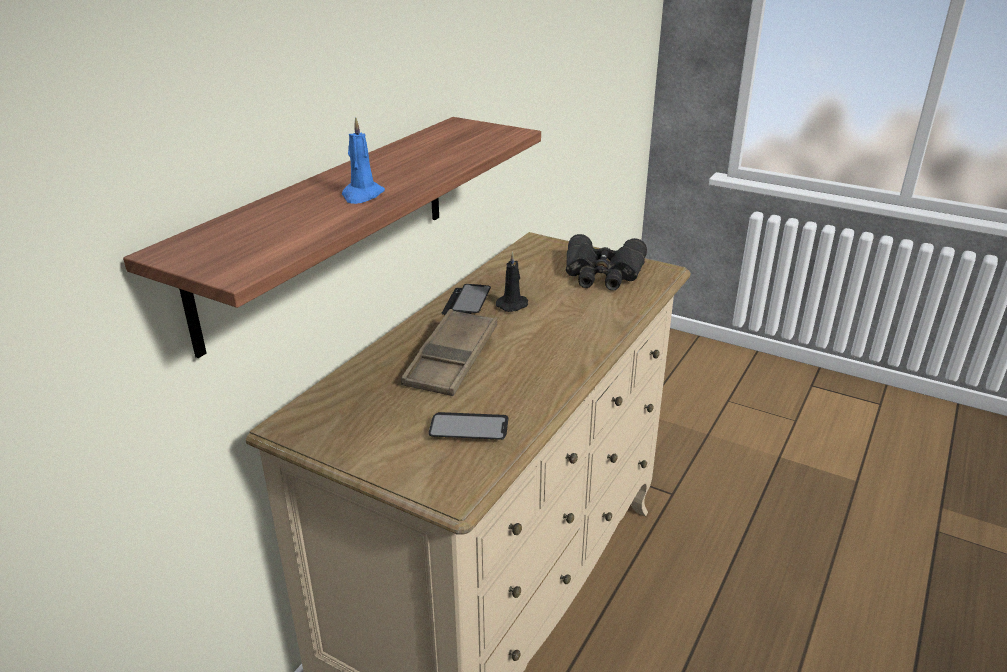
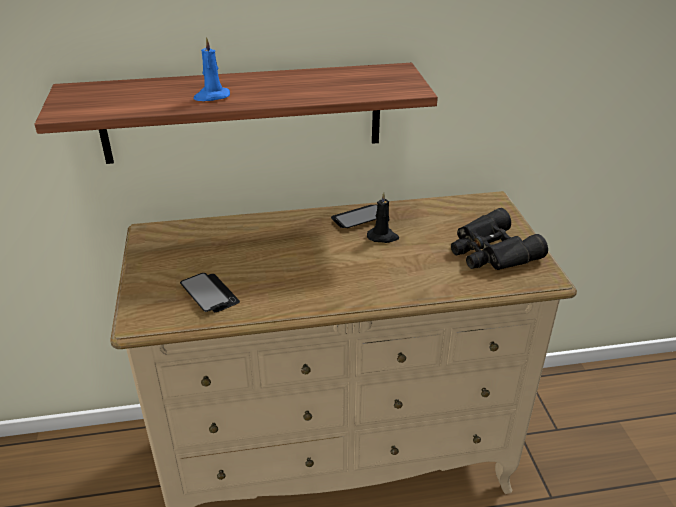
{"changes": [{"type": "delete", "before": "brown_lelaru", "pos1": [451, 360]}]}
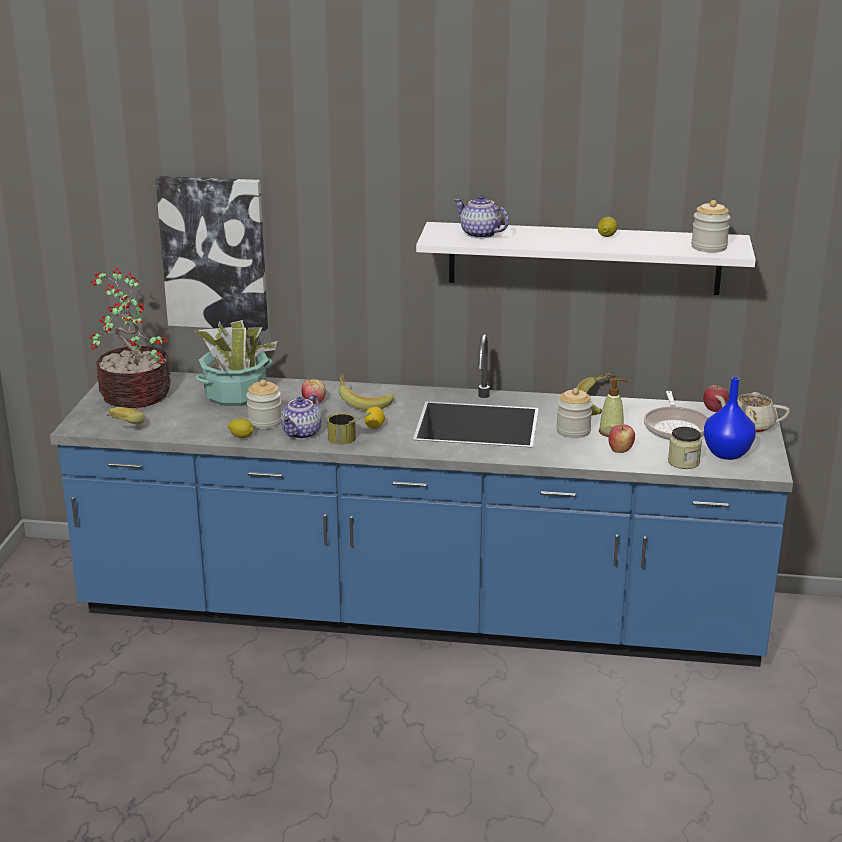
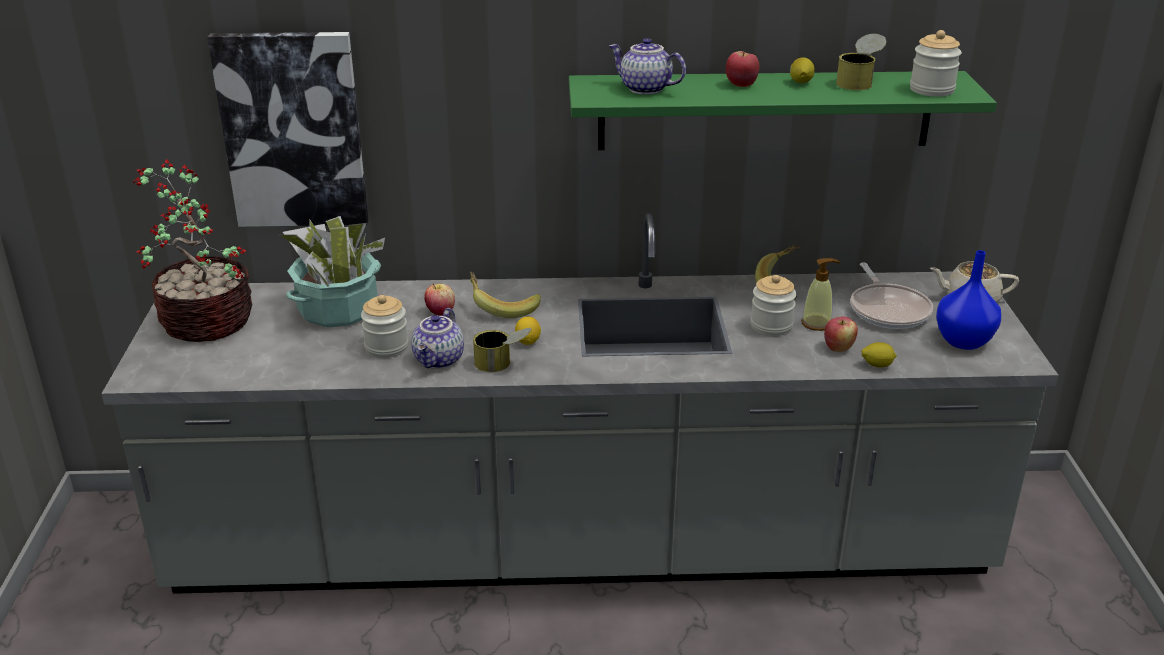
{"changes": [{"type": "recolor", "before": "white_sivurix", "after": "green_sivurix", "pos1": [584, 258], "pos2": [765, 110]}, {"type": "recolor", "before": "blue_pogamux", "after": "grey_pogamux", "pos1": [421, 612], "pos2": [582, 544]}, {"type": "move", "before": "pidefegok", "pos1": [715, 410], "pos2": [741, 85]}, {"type": "delete", "before": "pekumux", "pos1": [119, 428]}, {"type": "move", "before": "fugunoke", "pos1": [241, 437], "pos2": [877, 365]}, {"type": "delete", "before": "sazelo", "pos1": [683, 462]}, {"type": "insert", "after": "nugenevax", "pos2": [859, 81]}]}
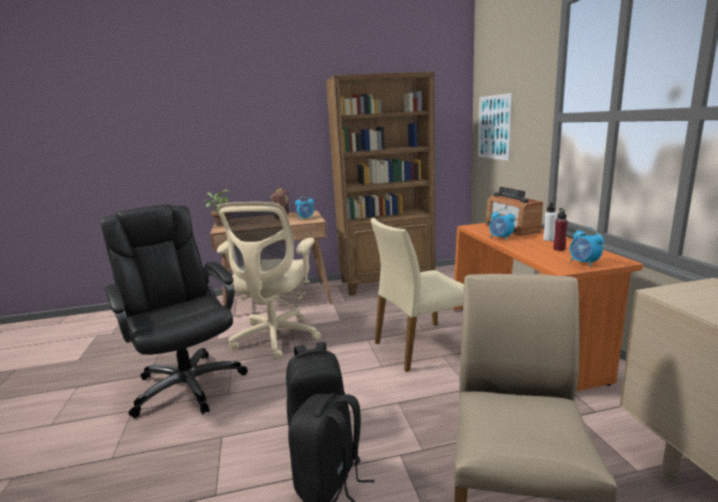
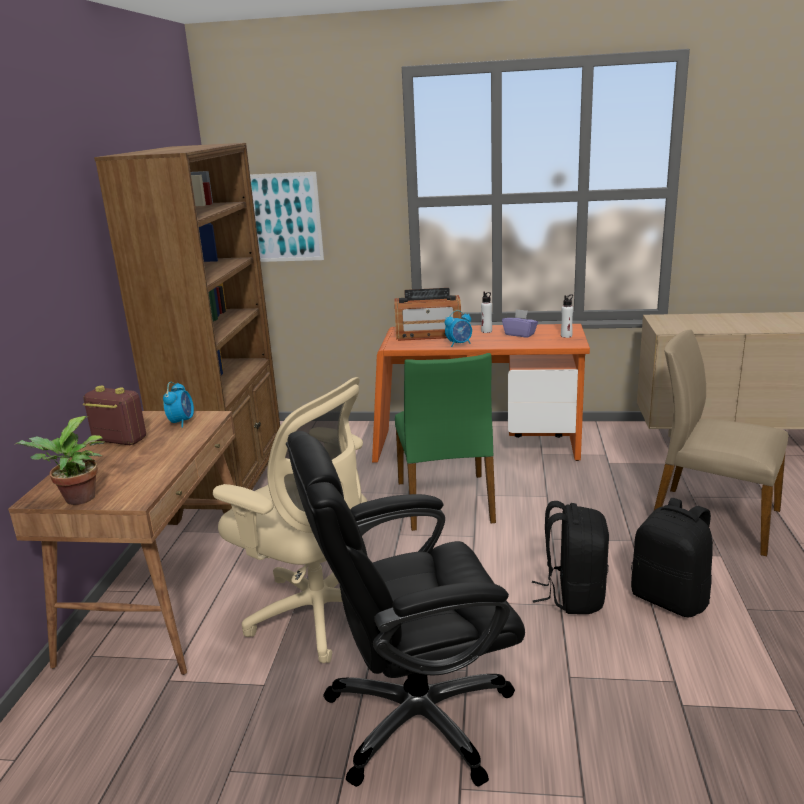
{"changes": [{"type": "replace", "before": "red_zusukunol", "after": "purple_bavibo", "pos1": [559, 249], "pos2": [520, 334]}, {"type": "recolor", "before": "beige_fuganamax", "after": "green_fuganamax", "pos1": [422, 346], "pos2": [446, 502]}, {"type": "replace", "before": "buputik", "after": "white_zusukunol", "pos1": [584, 263], "pos2": [566, 336]}]}
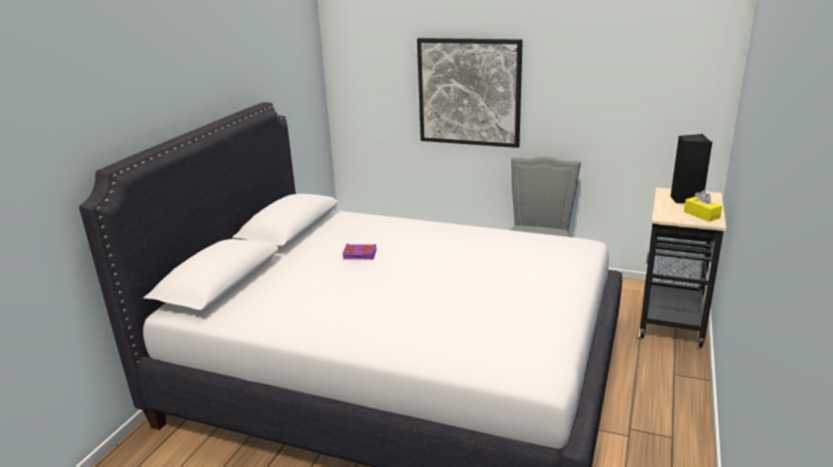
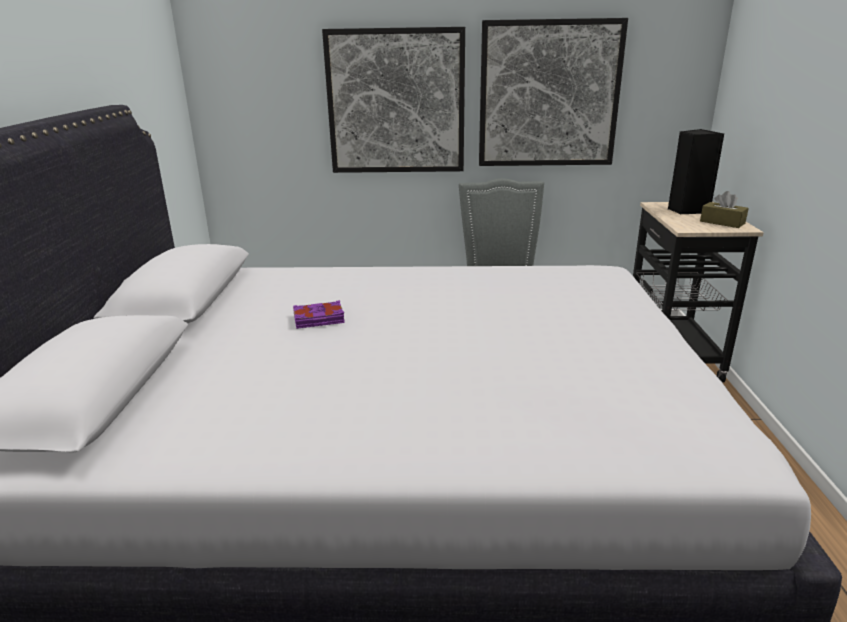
{"changes": [{"type": "recolor", "before": "yellow_bavibo", "after": "brown_bavibo", "pos1": [701, 215], "pos2": [722, 222]}, {"type": "insert", "after": "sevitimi", "pos2": [549, 94]}]}
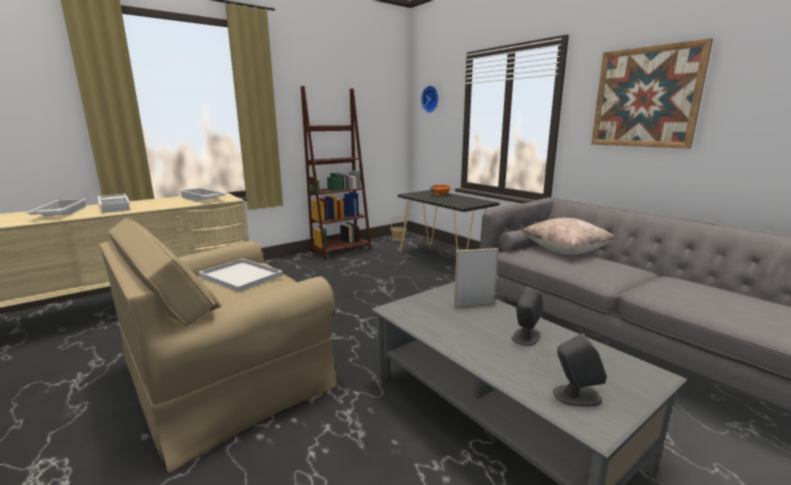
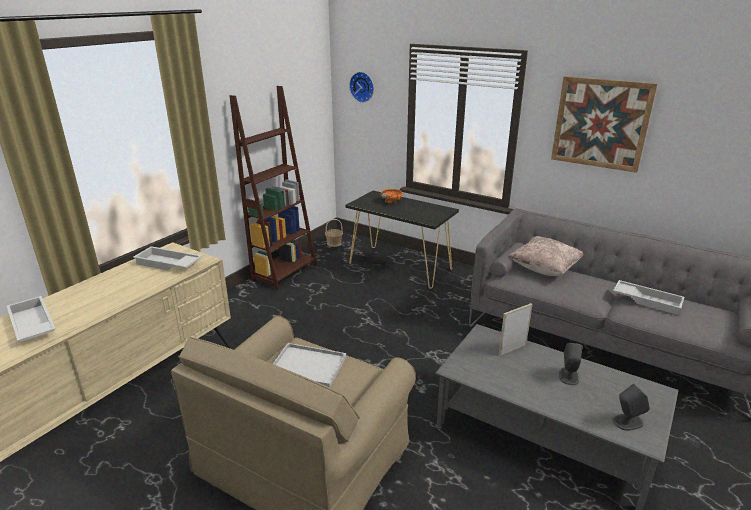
{"changes": [{"type": "move", "before": "white_lelaru", "pos1": [116, 206], "pos2": [647, 300]}]}
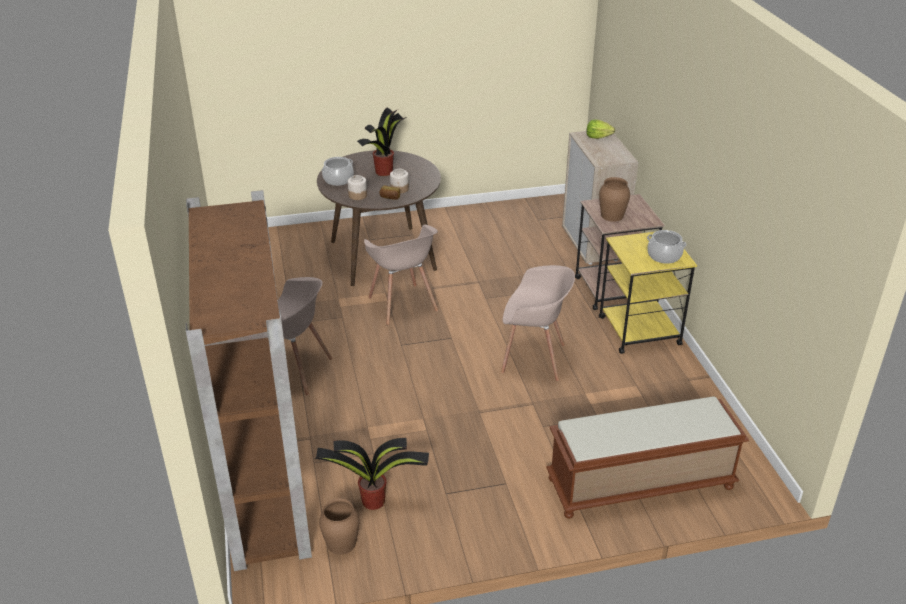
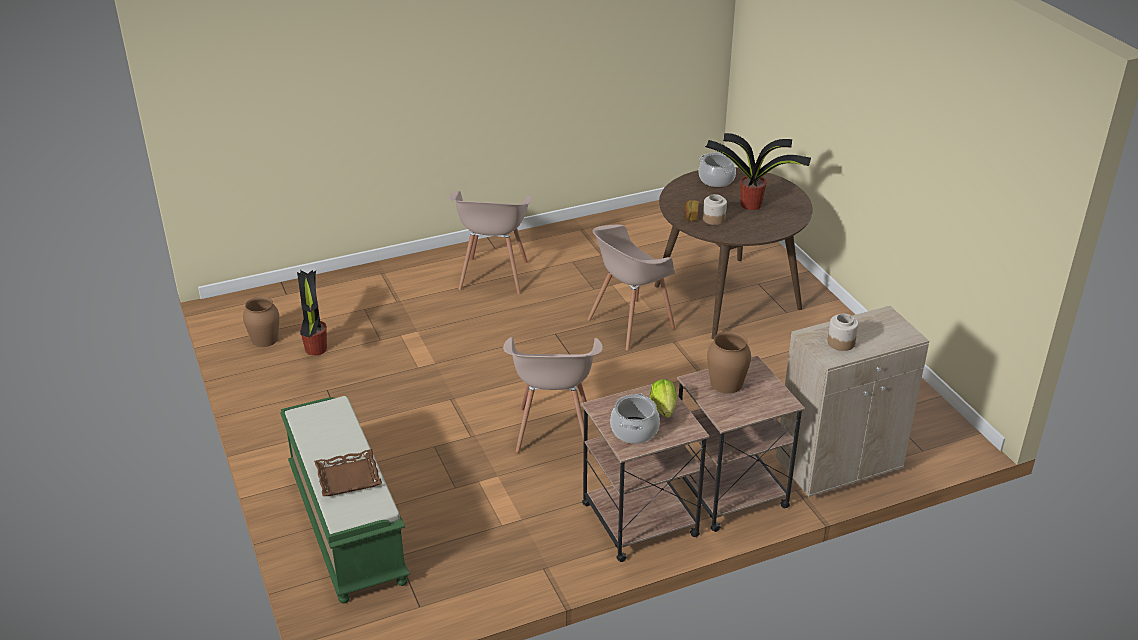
{"changes": [{"type": "move", "before": "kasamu", "pos1": [598, 137], "pos2": [664, 409]}, {"type": "move", "before": "sazelo", "pos1": [357, 195], "pos2": [841, 342]}, {"type": "delete", "before": "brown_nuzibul", "pos1": [265, 483]}, {"type": "recolor", "before": "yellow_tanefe", "after": "brown_tanefe", "pos1": [639, 332], "pos2": [638, 521]}, {"type": "recolor", "before": "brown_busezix", "after": "green_busezix", "pos1": [639, 484], "pos2": [345, 524]}, {"type": "insert", "after": "brown_lelaru", "pos2": [348, 477]}]}
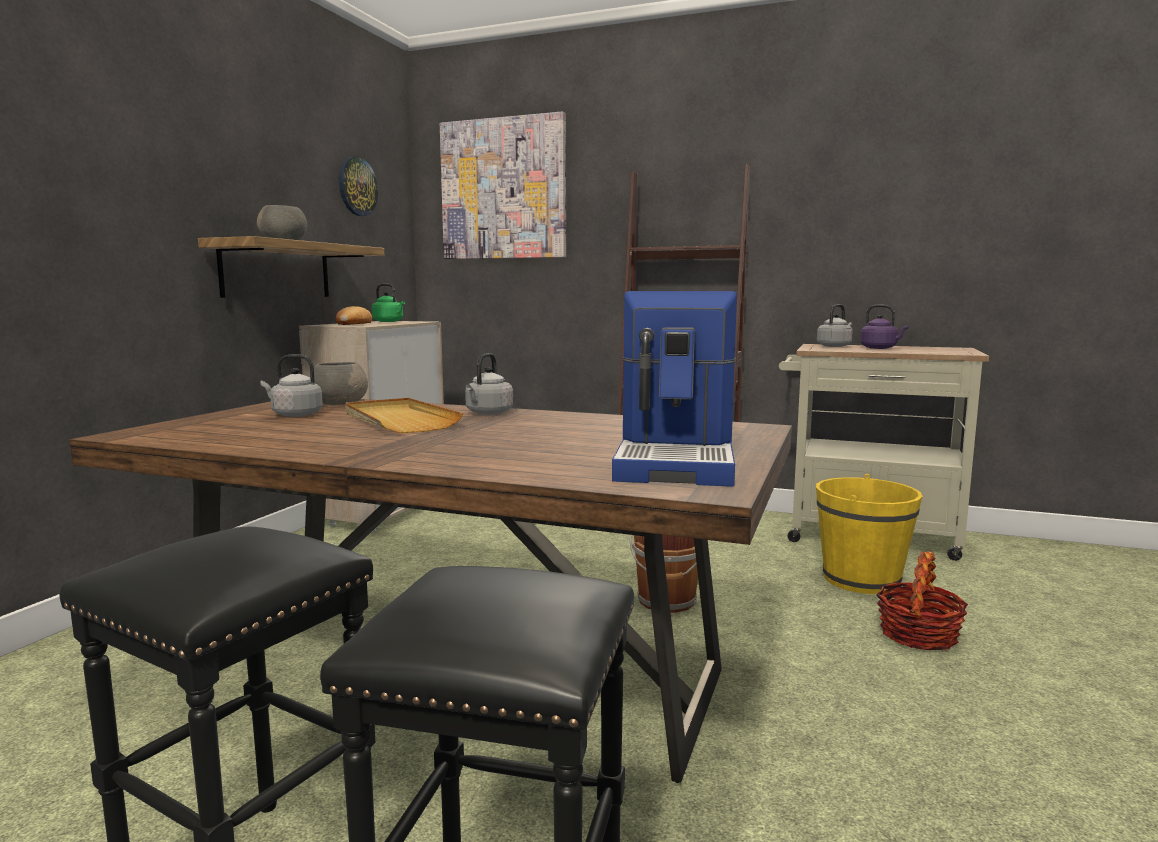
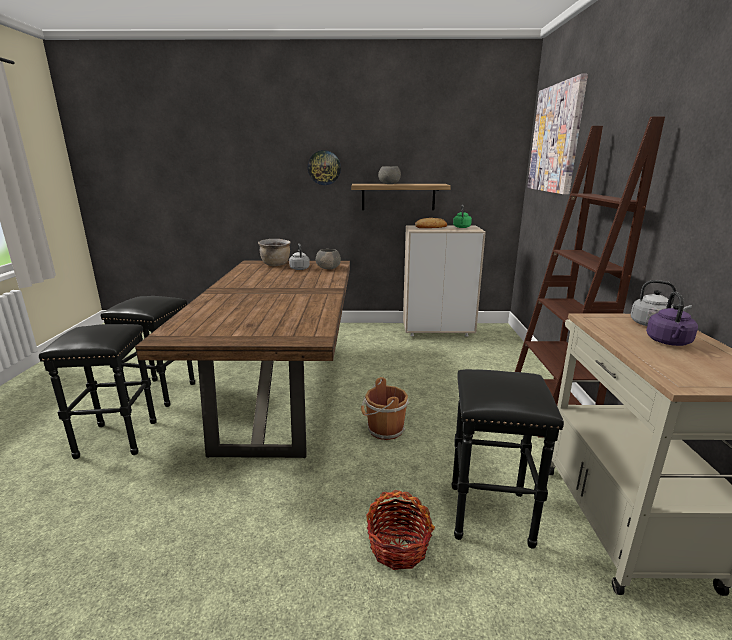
{"changes": [{"type": "move", "before": "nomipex", "pos1": [357, 186], "pos2": [324, 167]}, {"type": "delete", "before": "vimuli", "pos1": [679, 460]}, {"type": "delete", "before": "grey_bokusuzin", "pos1": [488, 413]}, {"type": "delete", "before": "beige_lelaru", "pos1": [398, 420]}, {"type": "replace", "before": "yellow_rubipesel", "after": "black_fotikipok", "pos1": [861, 579], "pos2": [492, 515]}, {"type": "insert", "after": "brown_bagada", "pos2": [276, 264]}]}
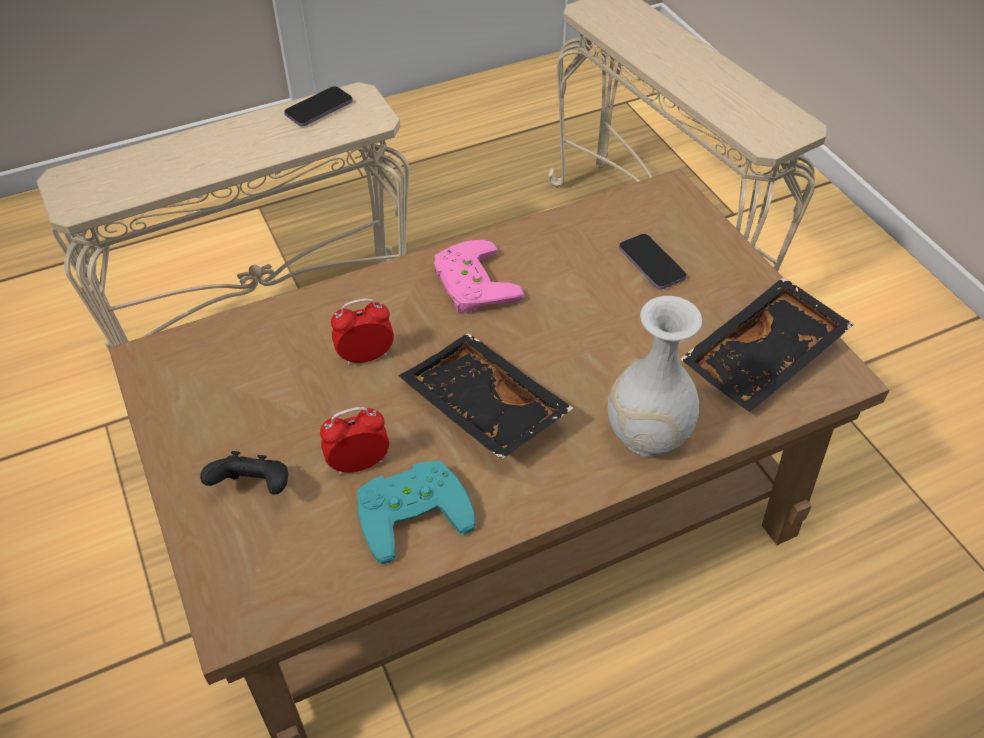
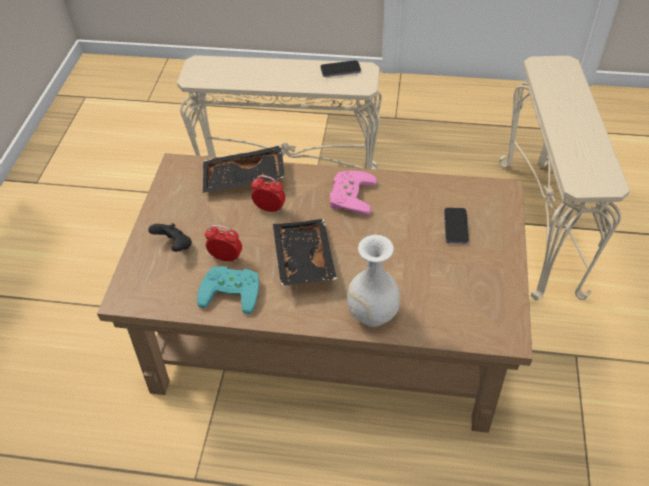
{"changes": [{"type": "move", "before": "black_lelaru", "pos1": [764, 359], "pos2": [244, 179]}]}
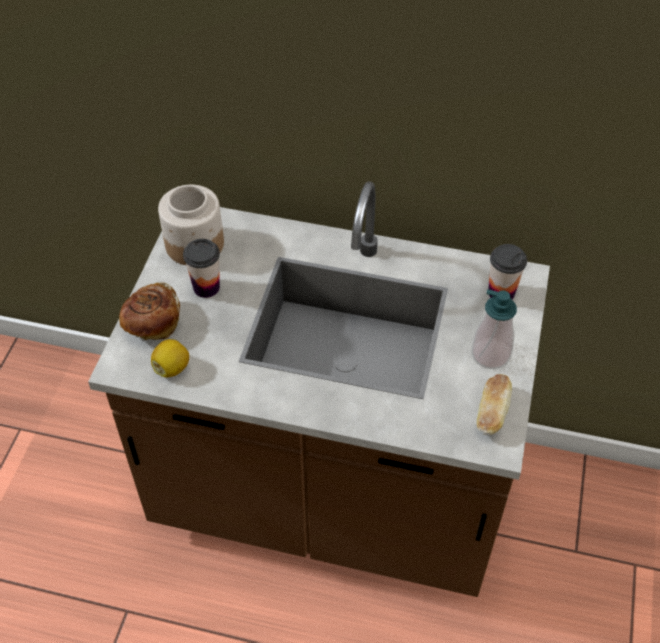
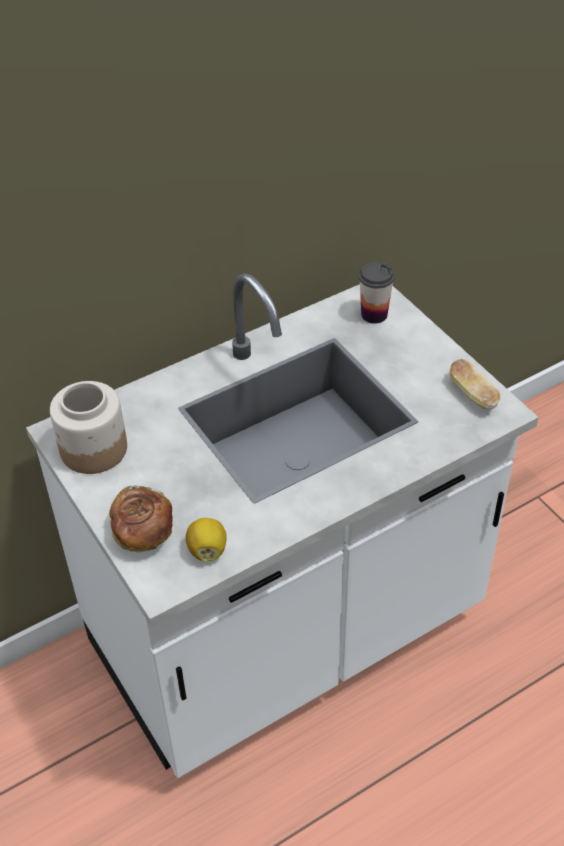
{"changes": [{"type": "recolor", "before": "brown_pogamux", "after": "white_pogamux", "pos1": [330, 495], "pos2": [287, 633]}, {"type": "delete", "before": "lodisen", "pos1": [206, 287]}, {"type": "delete", "before": "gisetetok", "pos1": [490, 354]}]}
